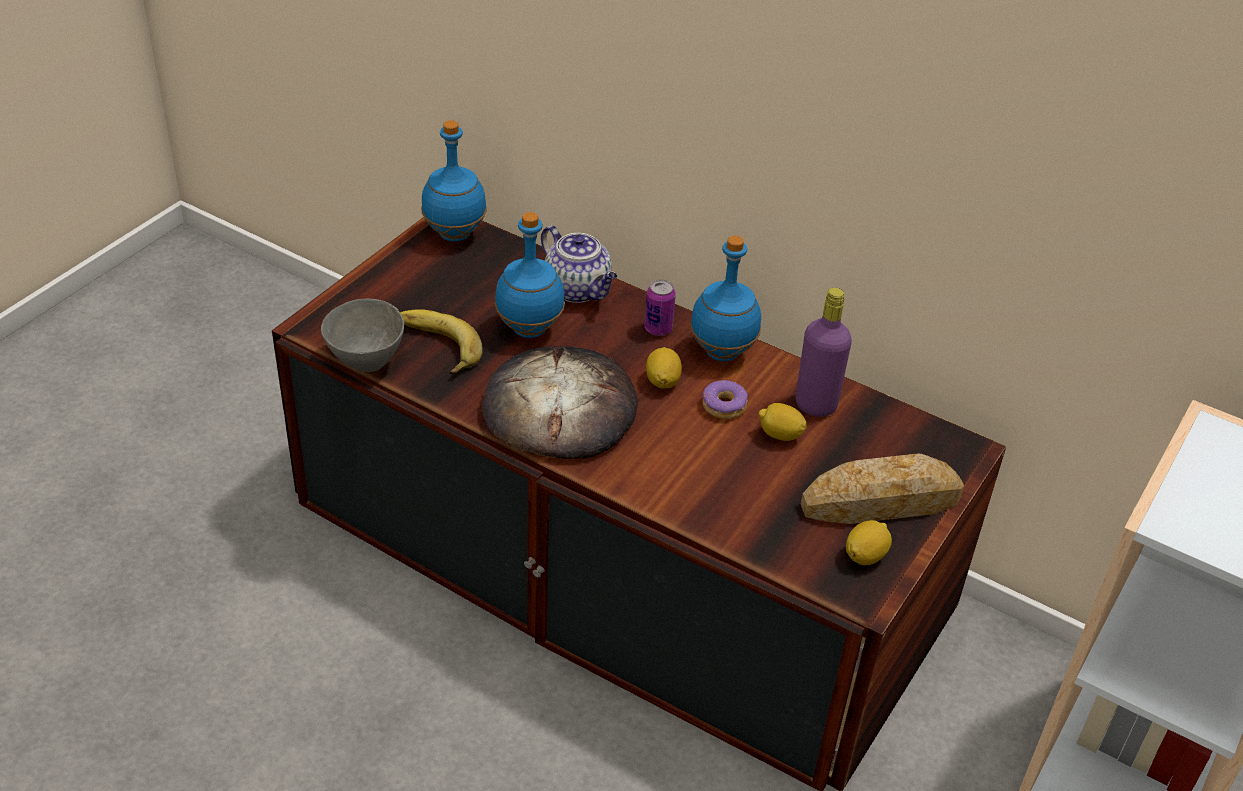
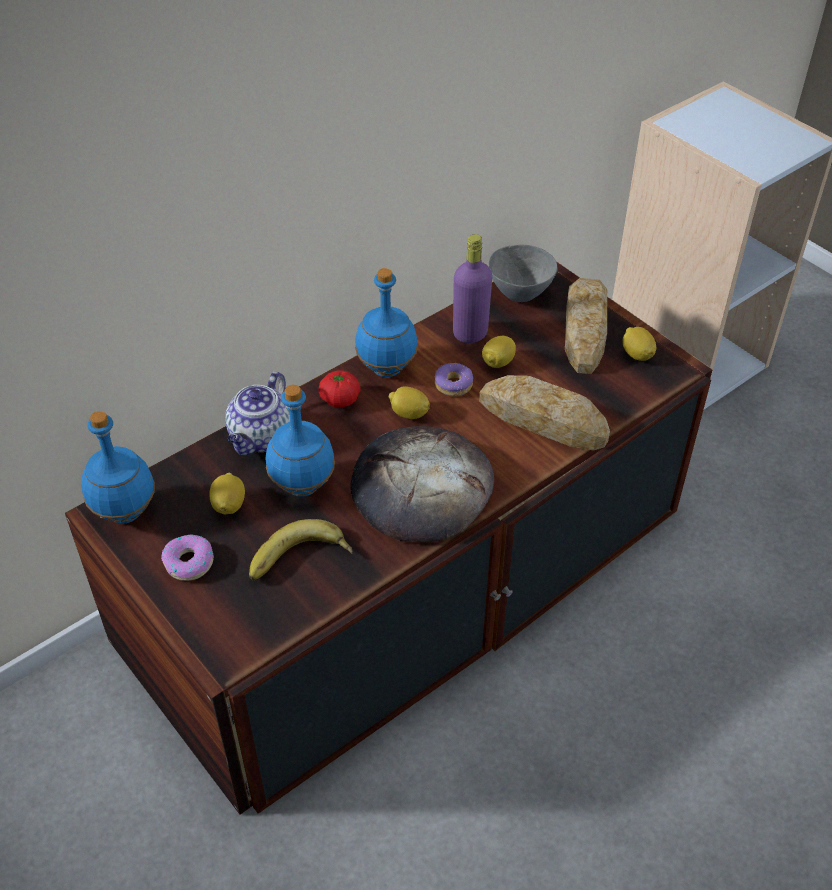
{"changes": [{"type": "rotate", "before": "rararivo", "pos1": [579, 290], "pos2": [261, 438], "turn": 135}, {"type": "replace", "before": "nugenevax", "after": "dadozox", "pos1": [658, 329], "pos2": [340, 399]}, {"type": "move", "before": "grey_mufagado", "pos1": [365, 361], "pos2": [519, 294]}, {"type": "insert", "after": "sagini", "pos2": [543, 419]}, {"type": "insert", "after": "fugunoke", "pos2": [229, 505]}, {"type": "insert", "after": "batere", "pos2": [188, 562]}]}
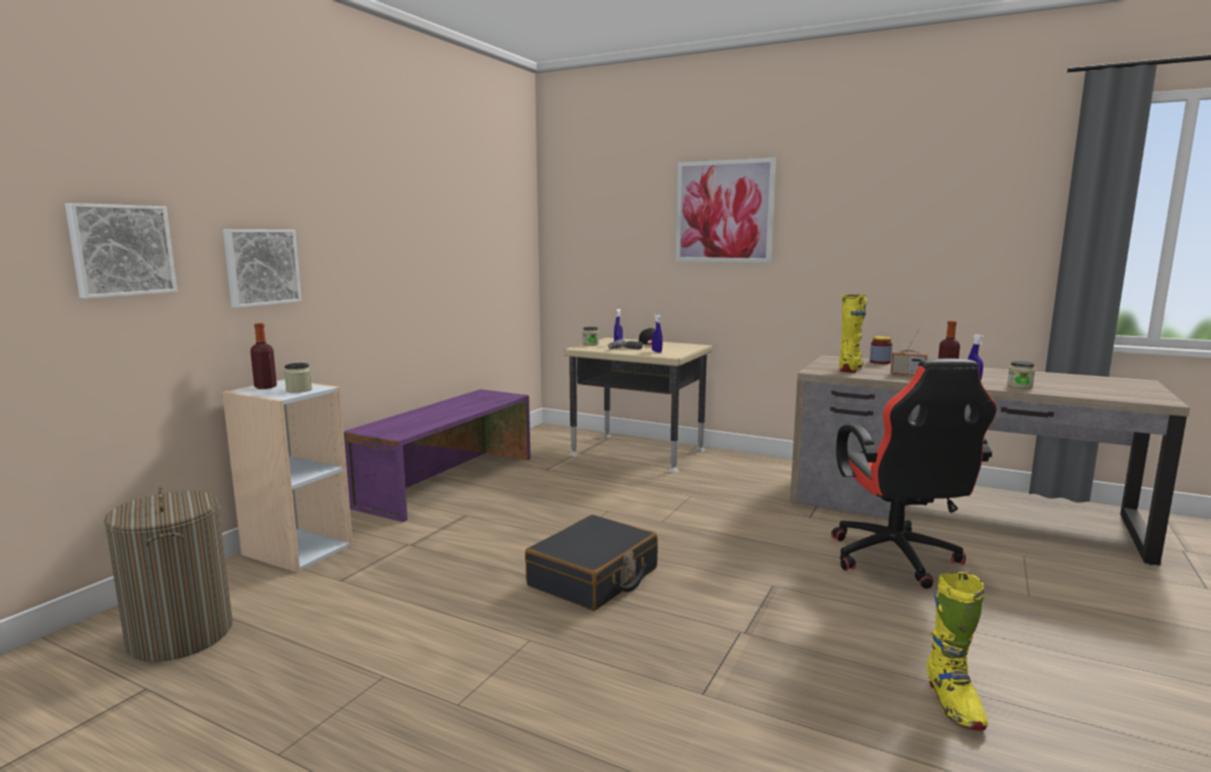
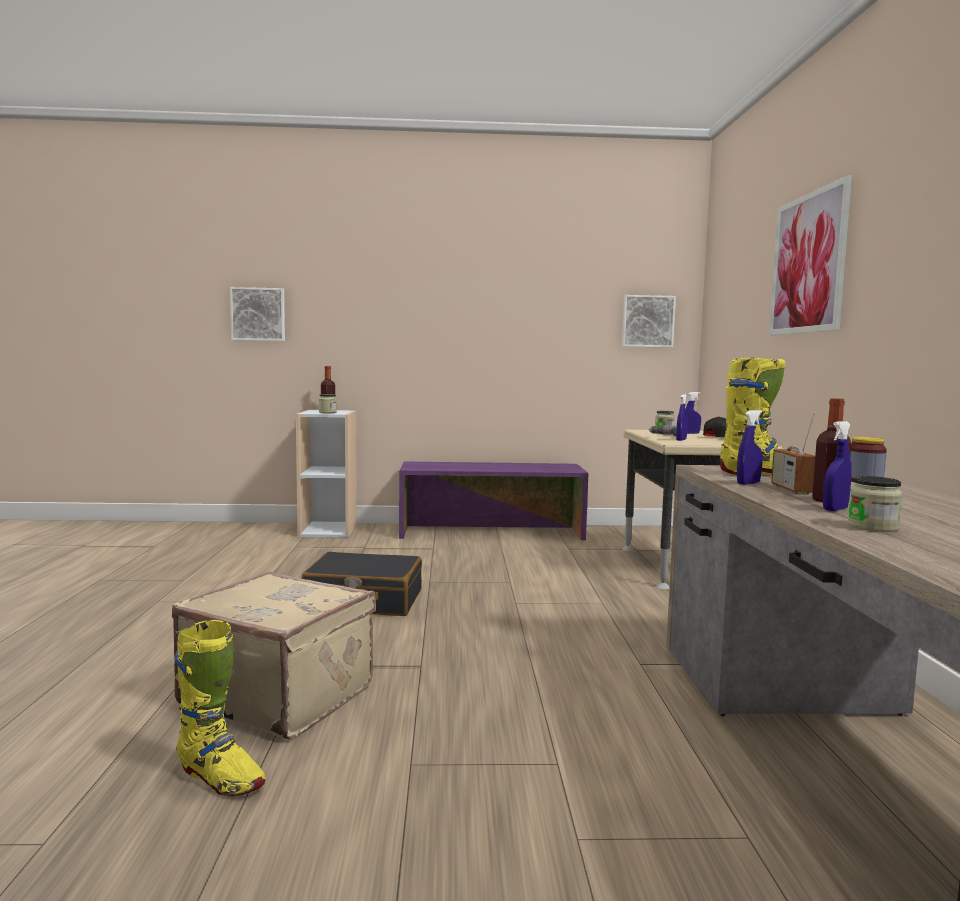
{"changes": [{"type": "move", "before": "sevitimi", "pos1": [261, 267], "pos2": [647, 321]}, {"type": "delete", "before": "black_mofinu", "pos1": [897, 563]}, {"type": "delete", "before": "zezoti", "pos1": [180, 635]}, {"type": "rotate", "before": "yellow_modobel", "pos1": [953, 704], "pos2": [219, 778], "turn": -120}, {"type": "insert", "after": "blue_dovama", "pos2": [748, 483]}, {"type": "insert", "after": "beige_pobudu", "pos2": [280, 694]}]}
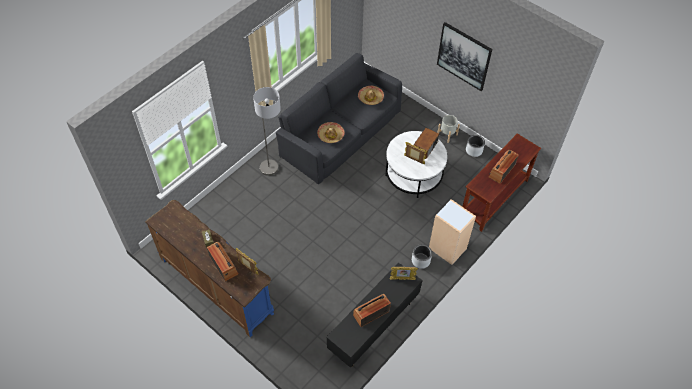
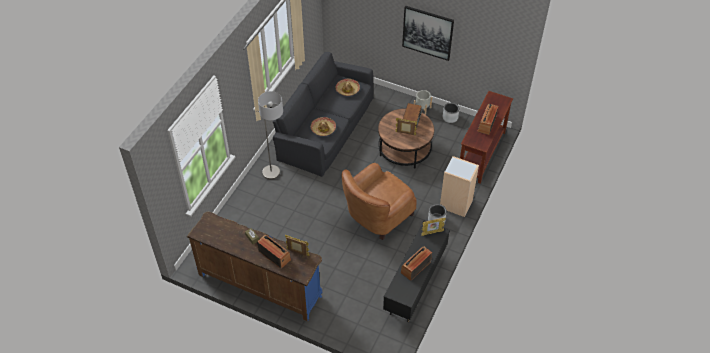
{"changes": [{"type": "recolor", "before": "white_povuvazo", "after": "brown_povuvazo", "pos1": [414, 174], "pos2": [404, 149]}, {"type": "insert", "after": "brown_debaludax", "pos2": [378, 217]}]}
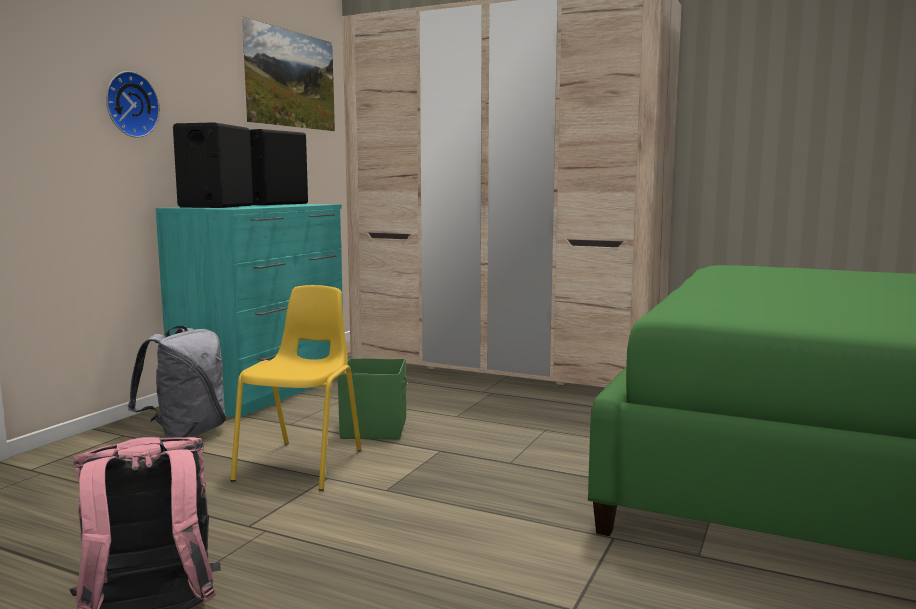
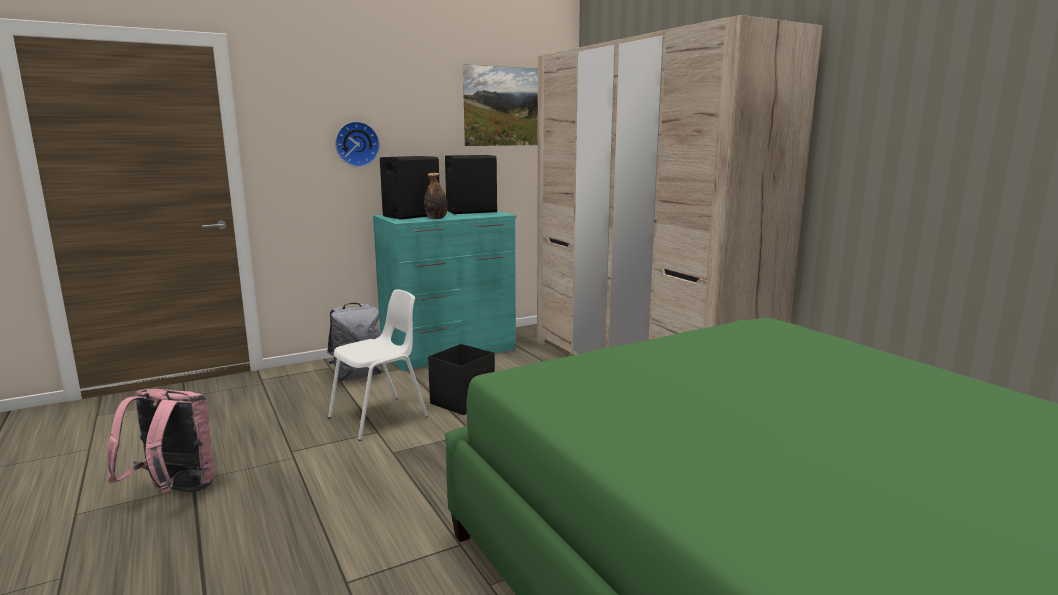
{"changes": [{"type": "recolor", "before": "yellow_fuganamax", "after": "white_fuganamax", "pos1": [302, 464], "pos2": [380, 417]}, {"type": "recolor", "before": "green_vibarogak", "after": "black_vibarogak", "pos1": [375, 428], "pos2": [463, 401]}, {"type": "insert", "after": "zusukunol", "pos2": [436, 218]}]}
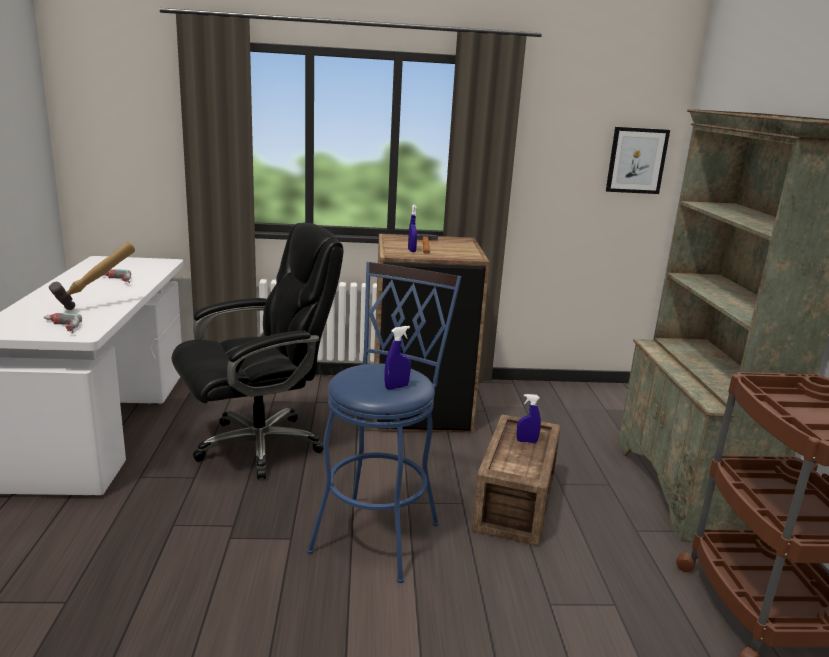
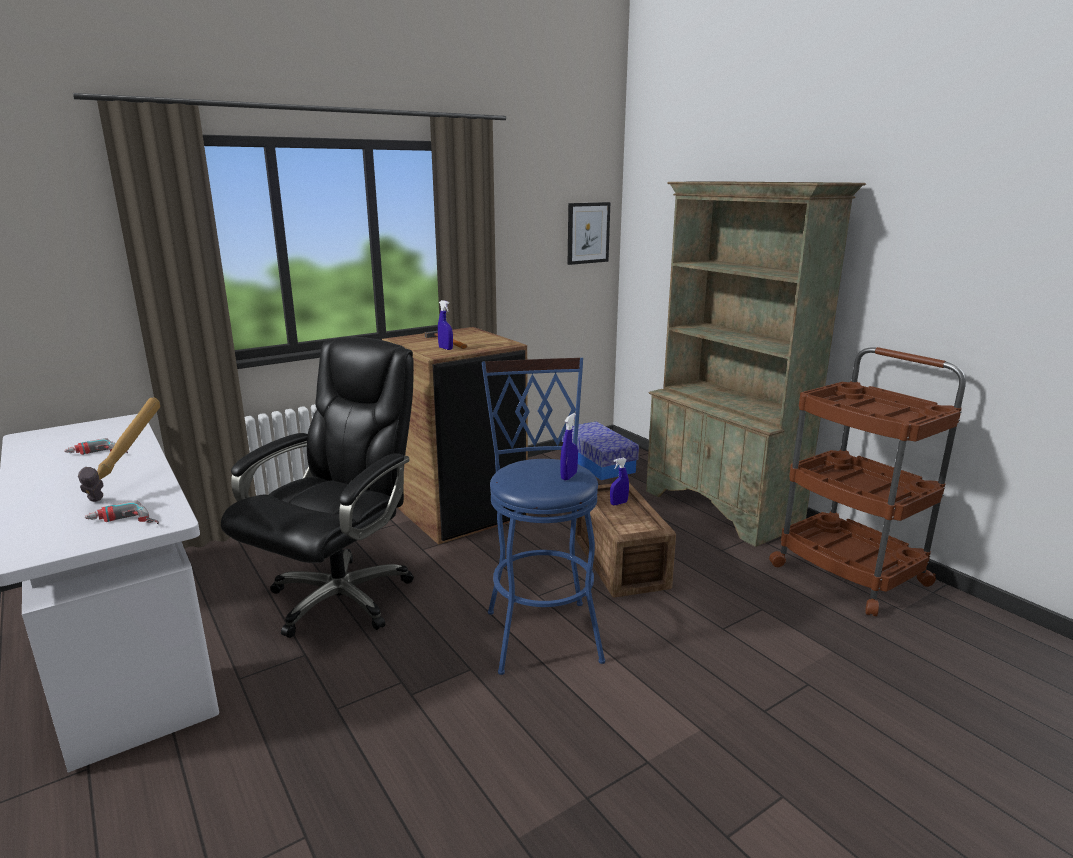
{"changes": [{"type": "insert", "after": "vibarogak", "pos2": [598, 463]}]}
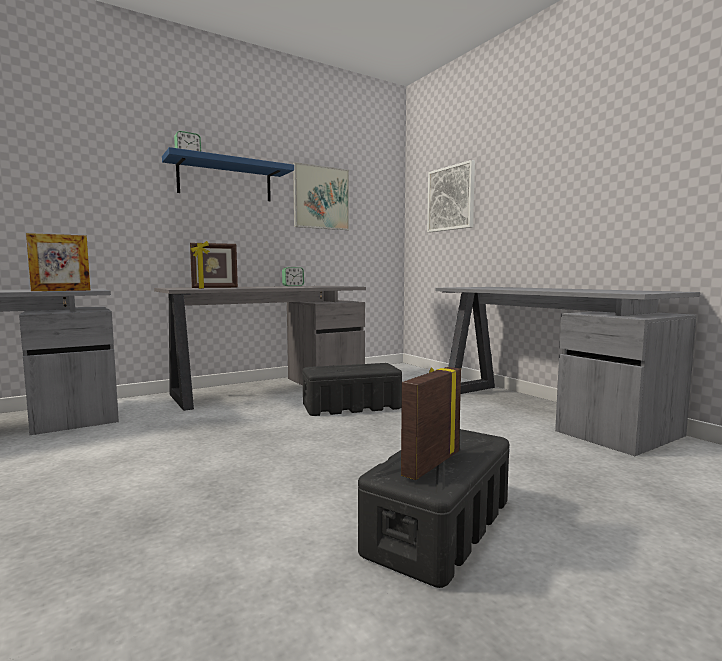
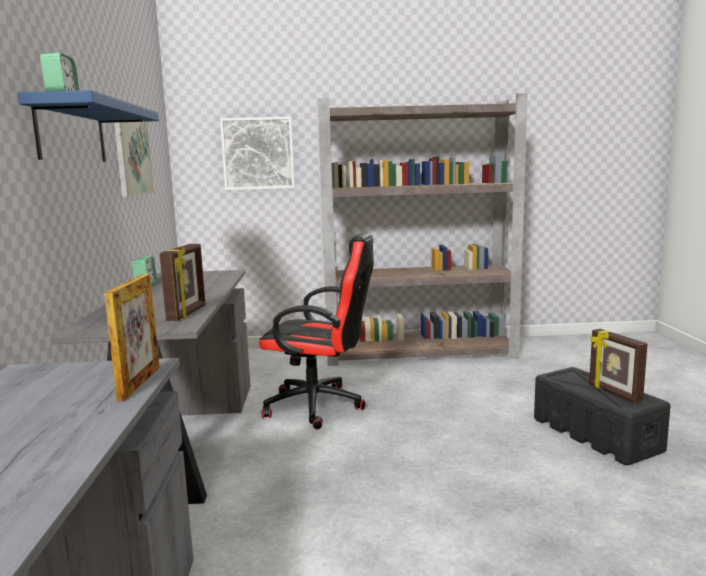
{"changes": [{"type": "replace", "before": "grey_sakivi", "after": "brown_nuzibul", "pos1": [541, 411], "pos2": [419, 351]}, {"type": "replace", "before": "black_vibarogak", "after": "black_mofinu", "pos1": [351, 406], "pos2": [321, 408]}]}
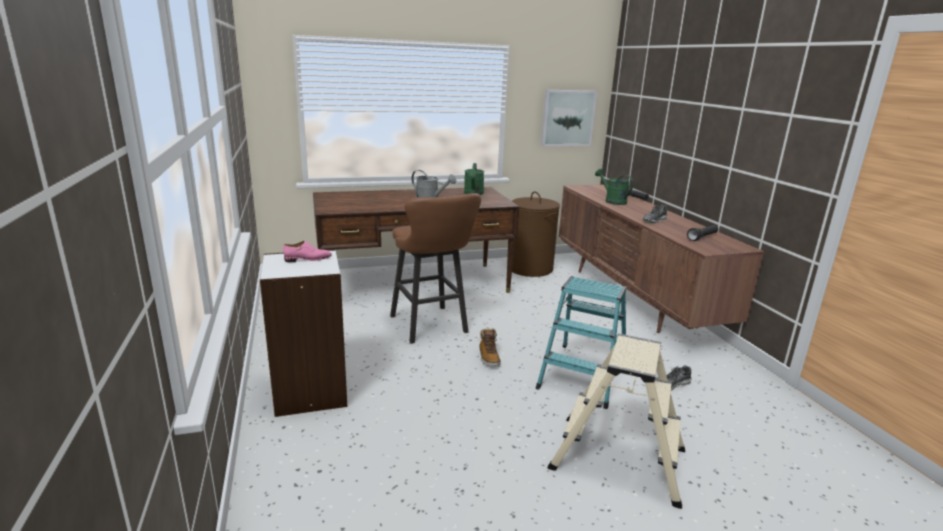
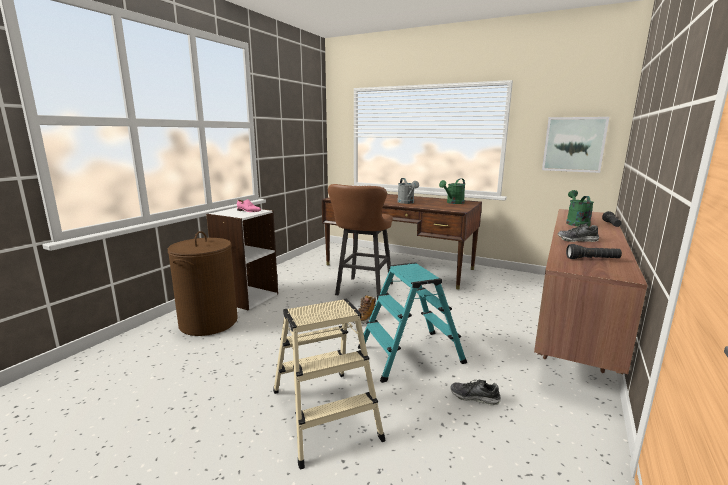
{"changes": [{"type": "move", "before": "brown_zezoti", "pos1": [530, 268], "pos2": [209, 323]}]}
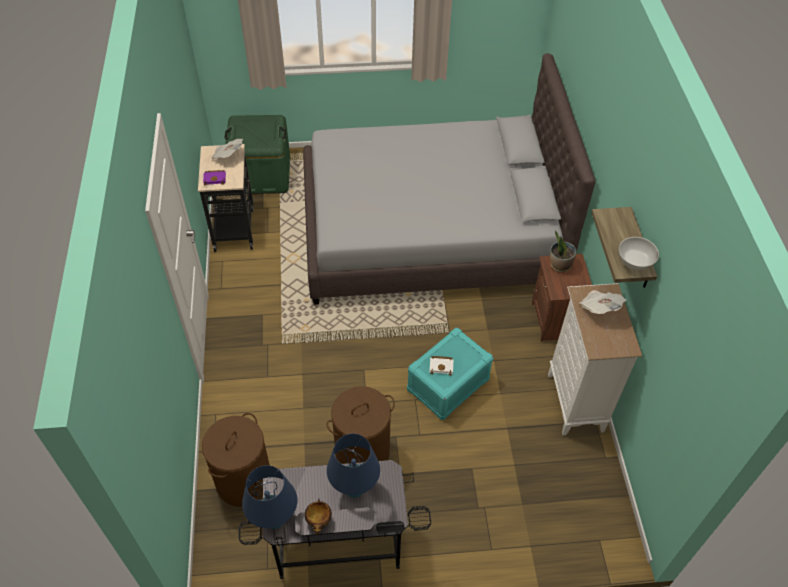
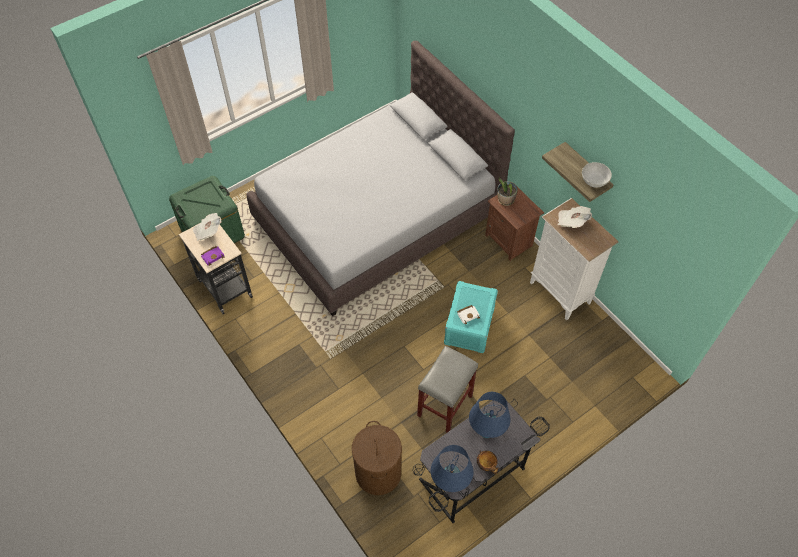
{"changes": [{"type": "replace", "before": "brown_zezoti", "after": "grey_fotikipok", "pos1": [362, 451], "pos2": [445, 405]}]}
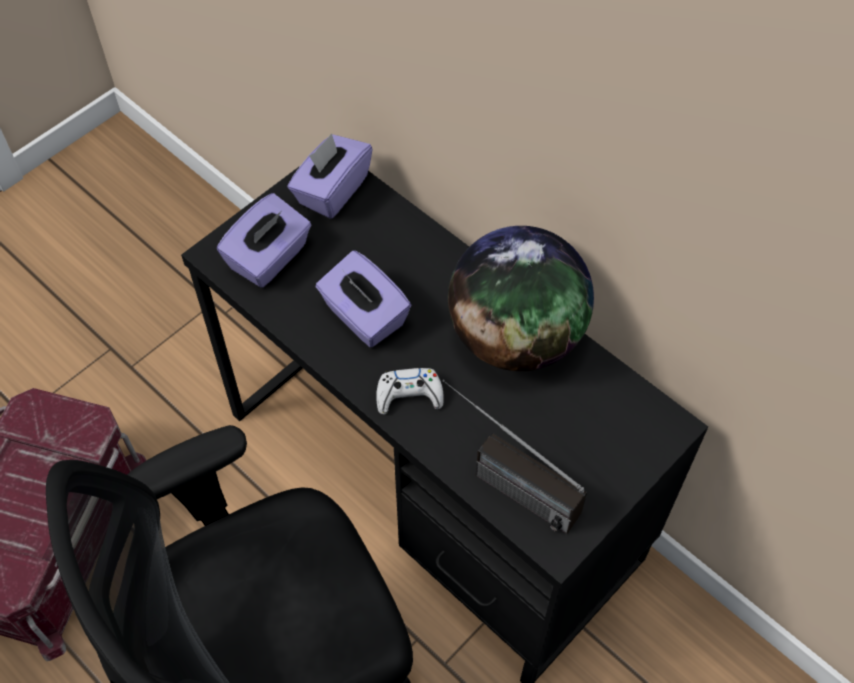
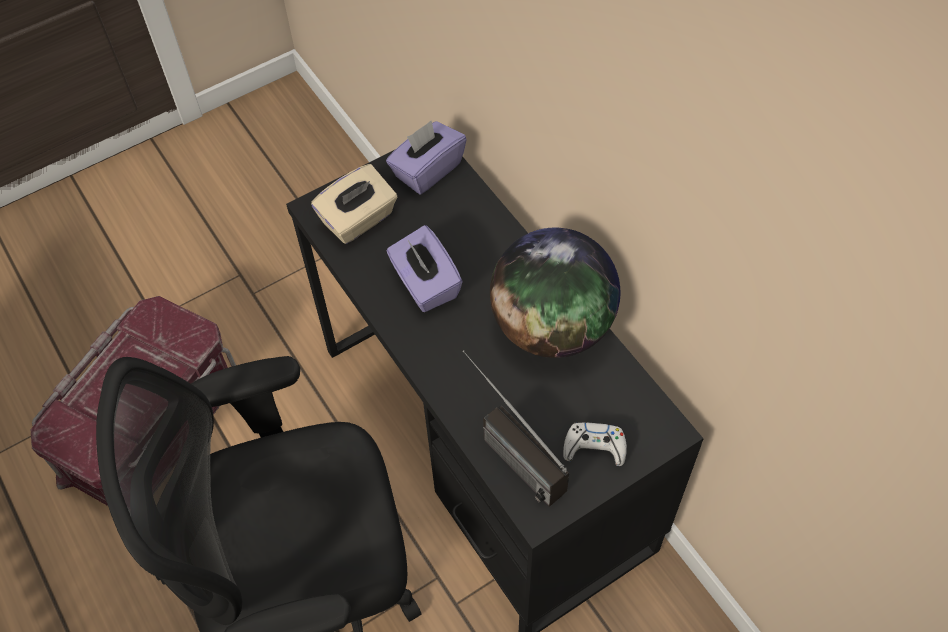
{"changes": [{"type": "recolor", "before": "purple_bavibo", "after": "beige_bavibo", "pos1": [269, 258], "pos2": [358, 220]}, {"type": "move", "before": "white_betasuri", "pos1": [409, 395], "pos2": [594, 447]}]}
